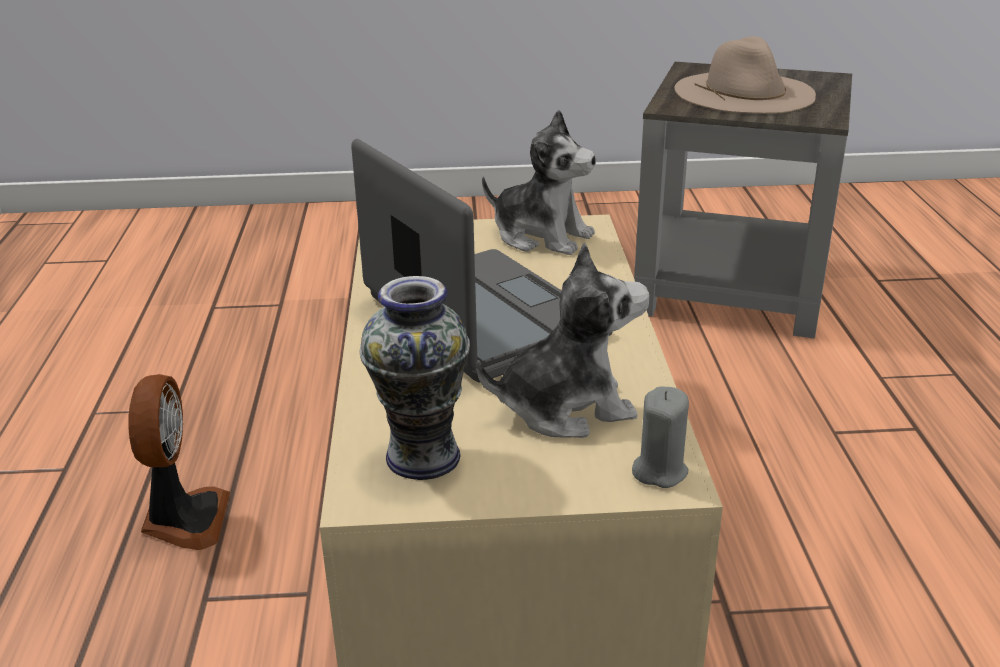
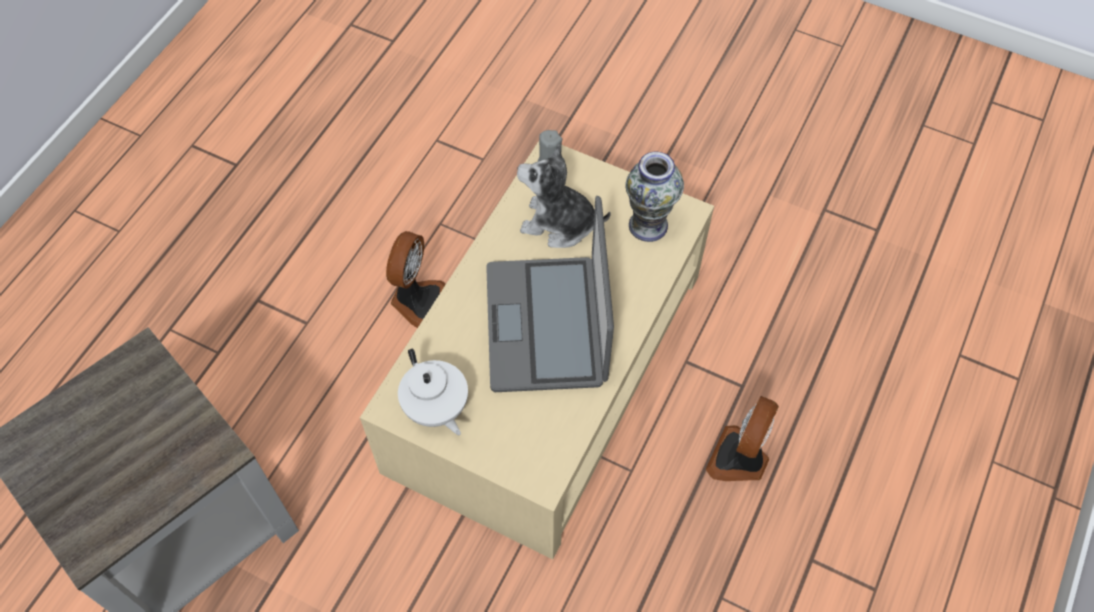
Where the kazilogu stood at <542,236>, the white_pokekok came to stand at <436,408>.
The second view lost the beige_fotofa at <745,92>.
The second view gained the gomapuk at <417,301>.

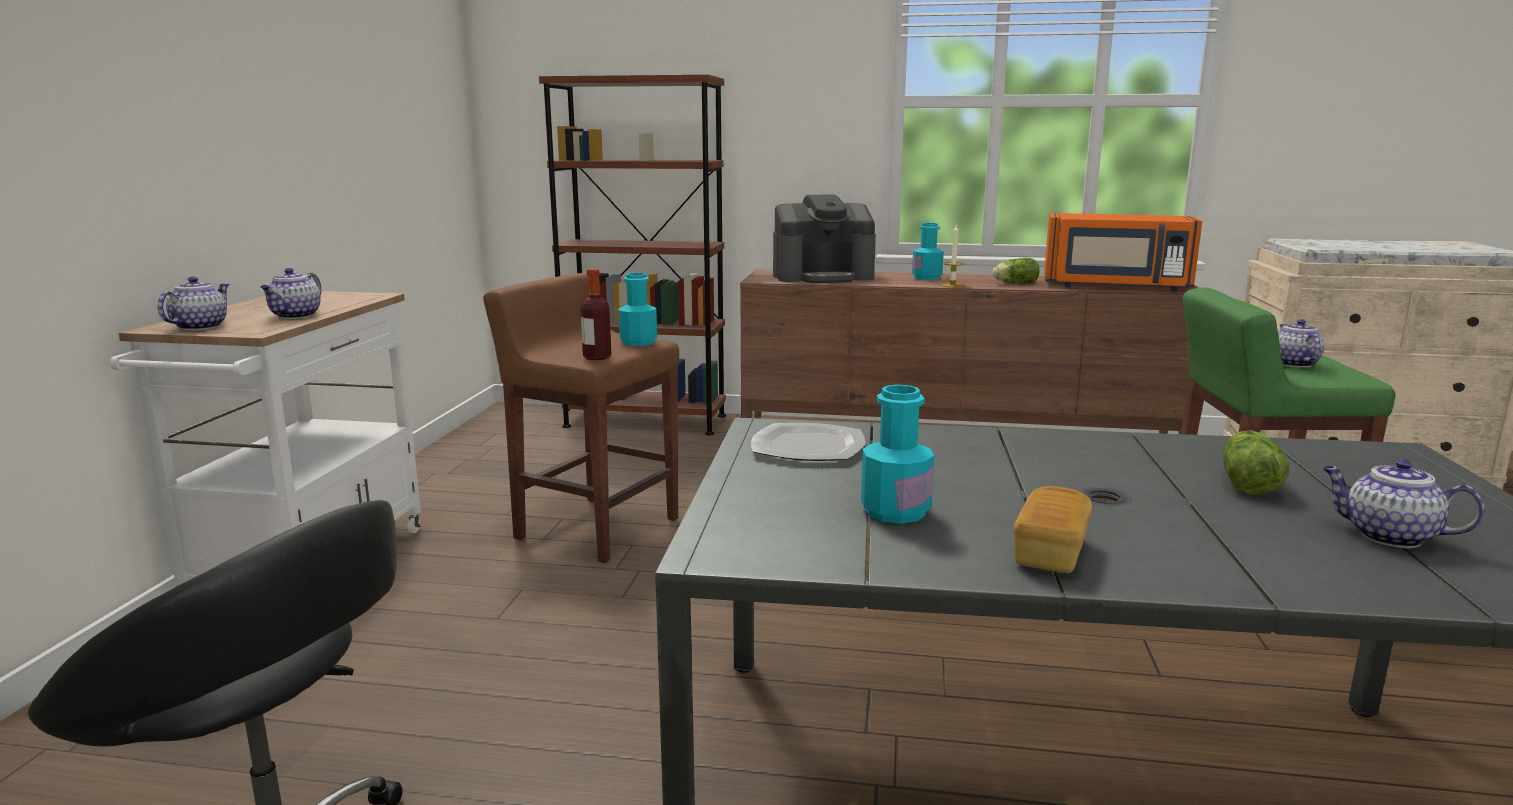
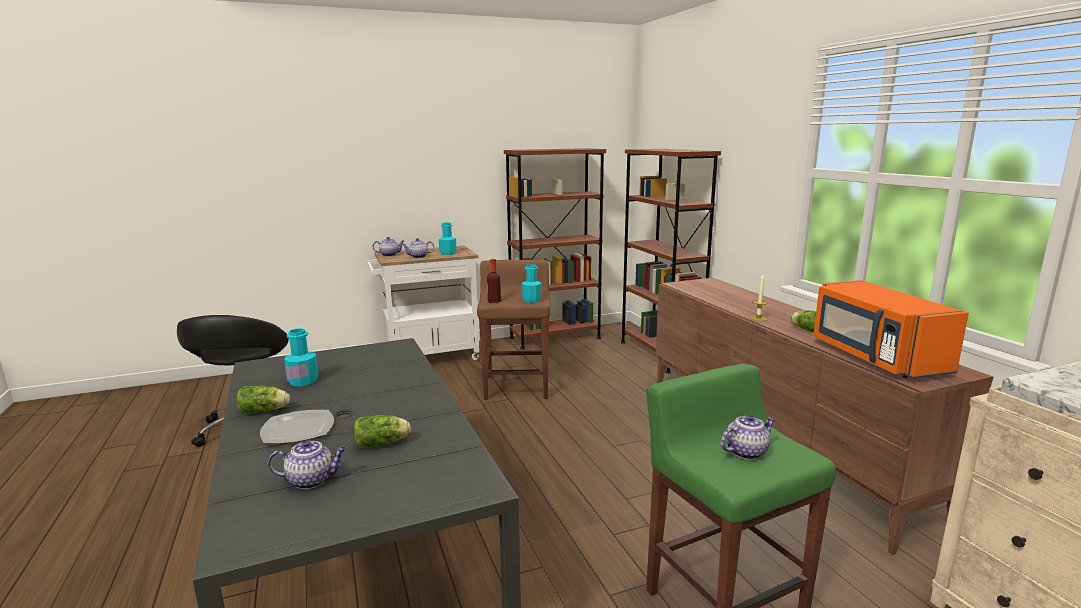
The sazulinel ended up elsewhere, having gone from <809,447> to <299,429>.
The second view lost the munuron at <823,276>.
The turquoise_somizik ended up elsewhere, having gone from <927,278> to <448,253>.
Where the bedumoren stood at <1050,553>, the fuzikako came to stand at <265,411>.
The pokekok at <1387,536> ended up facing another way, 75 degrees clockwise from before.
The second view gained the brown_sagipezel at <555,338>.

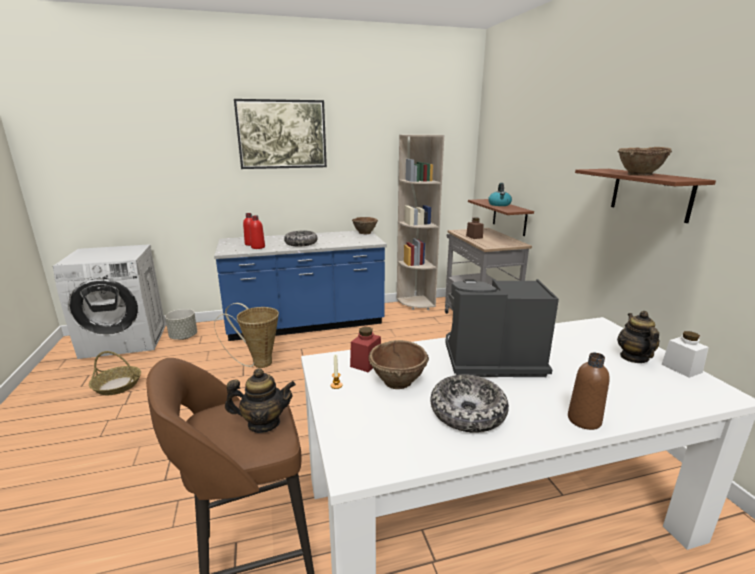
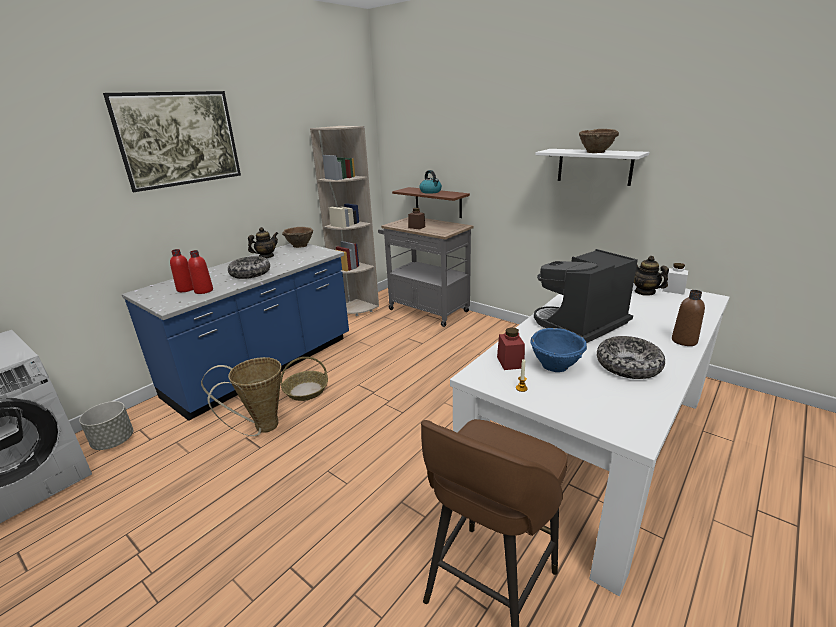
The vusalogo ended up elsewhere, having gone from <117,385> to <306,391>.
The pokekok ended up elsewhere, having gone from <263,423> to <266,257>.
What was the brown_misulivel at <398,382> turned into the blue_misulivel at <556,366>.
What was the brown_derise at <650,194> turned into the white_derise at <594,166>.

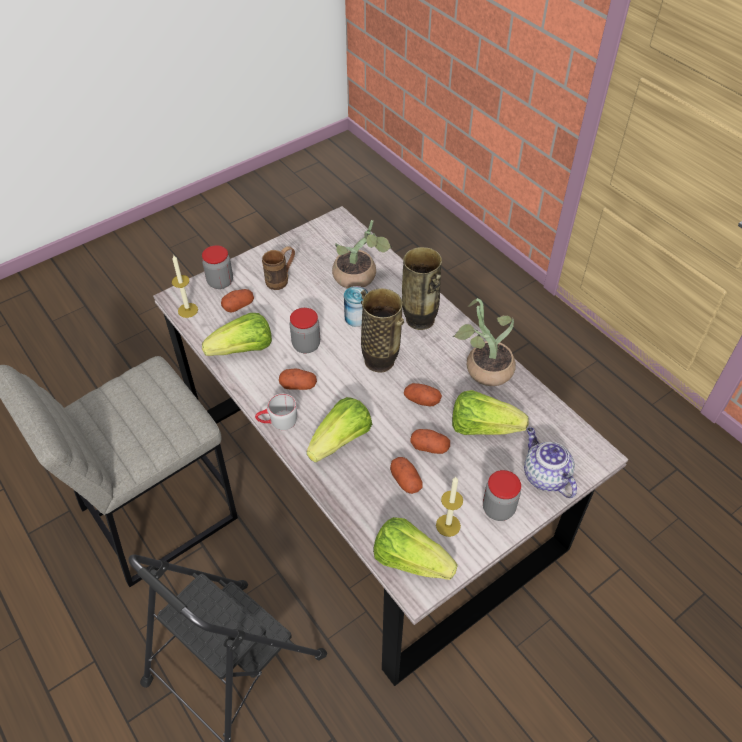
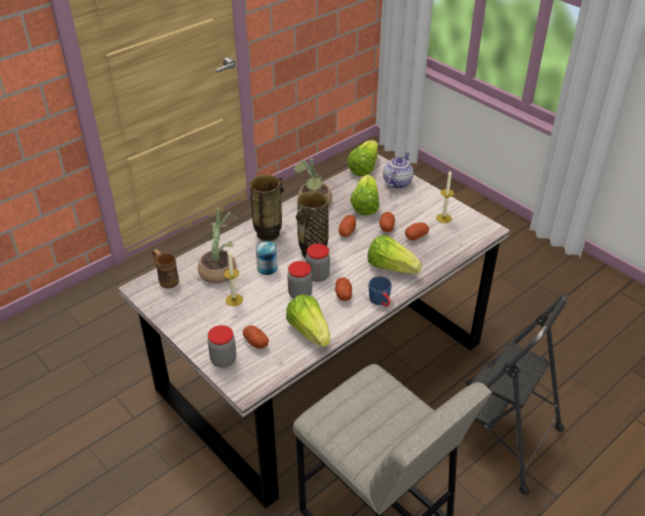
The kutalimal ended up elsewhere, having gone from <188,310> to <234,300>.
What was the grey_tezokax at <277,422> turned into the blue_tezokax at <381,301>.
The brown_tezokax ended up elsewhere, having gone from <281,280> to <166,279>.
The fuzikako ended up elsewhere, having gone from <410,560> to <364,168>.
The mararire ended up elsewhere, having gone from <498,508> to <318,276>.
The pokekok at <544,475> ended up facing another way, 150 degrees clockwise from before.

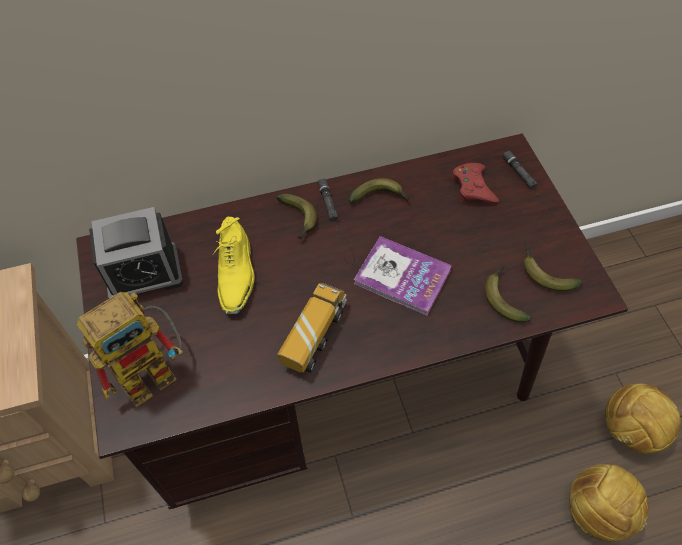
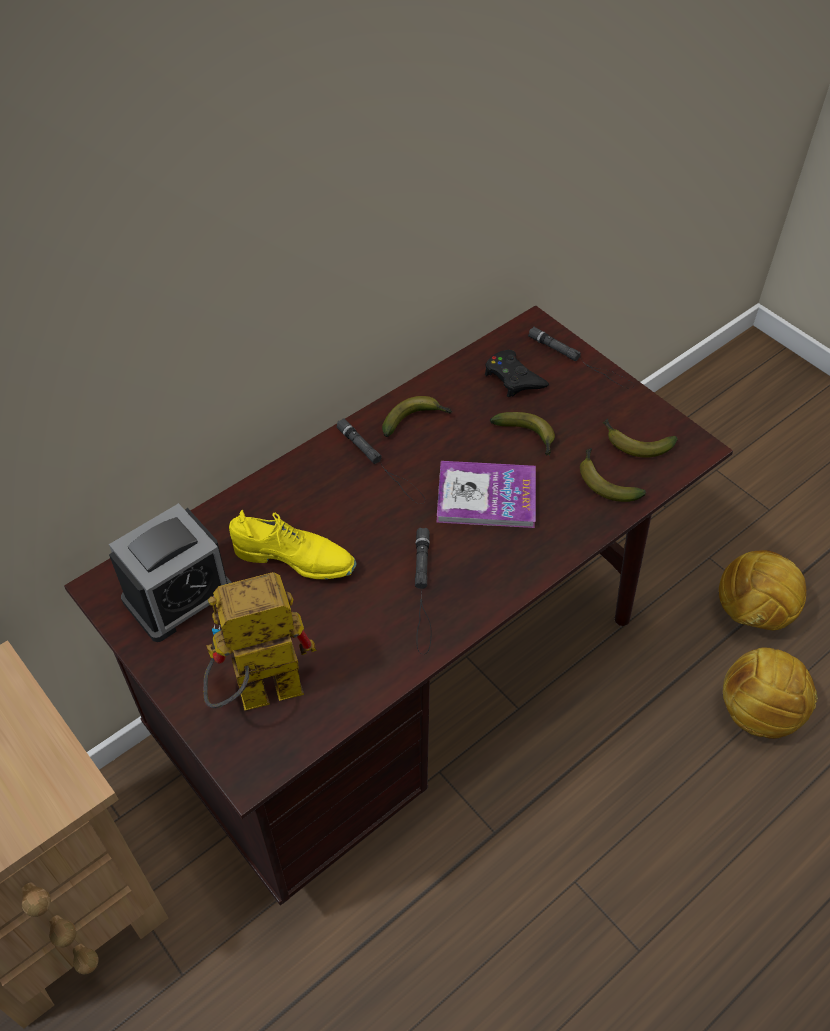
The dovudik at <155,370> ended up facing another way, 135 degrees counterclockwise from before.
The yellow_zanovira at <236,275> ended up facing another way, 45 degrees counterclockwise from before.
The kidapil ended up elsewhere, having gone from <298,219> to <527,437>.
Where the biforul stood at <314,336>, the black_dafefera came to stand at <423,592>.
What was the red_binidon at <473,187> turned into the black_binidon at <513,378>.

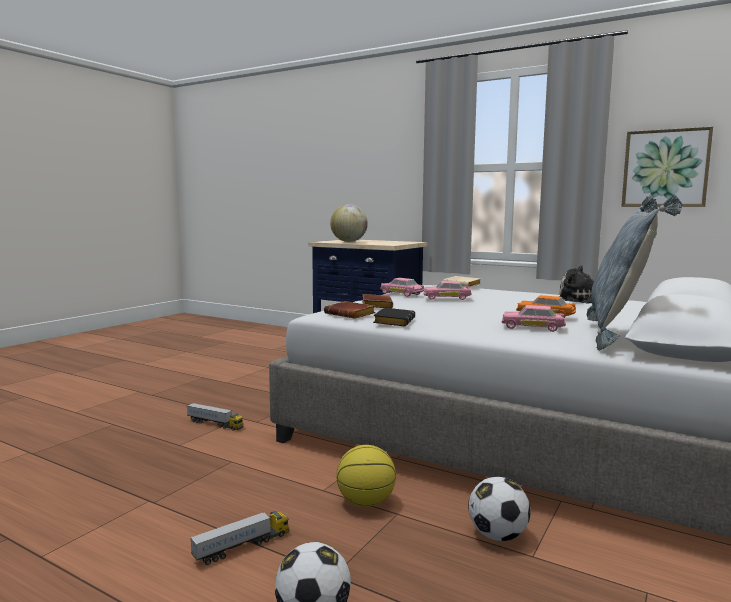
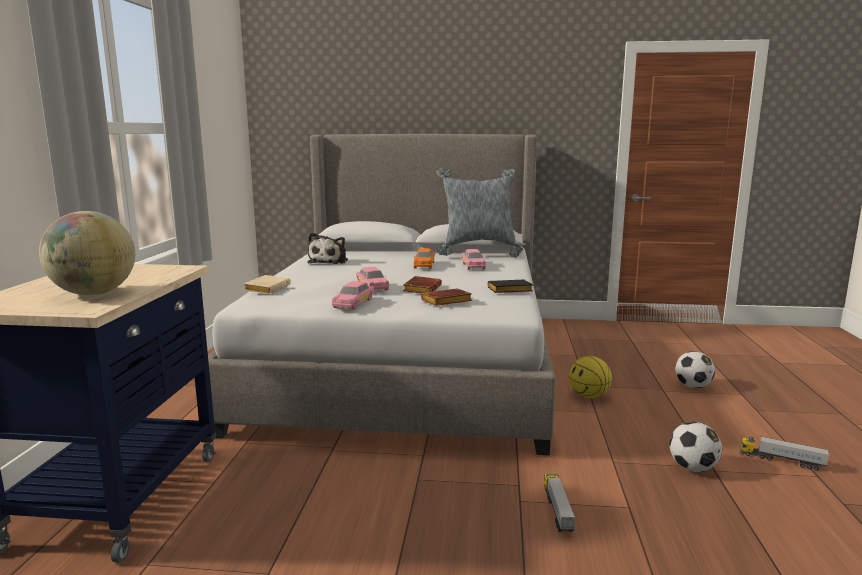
The biforul ended up elsewhere, having gone from <242,547> to <781,460>.
The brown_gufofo ended up elsewhere, having gone from <351,314> to <421,289>.
The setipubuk ended up elsewhere, having gone from <497,535> to <692,468>.
The second view lost the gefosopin at <665,168>.

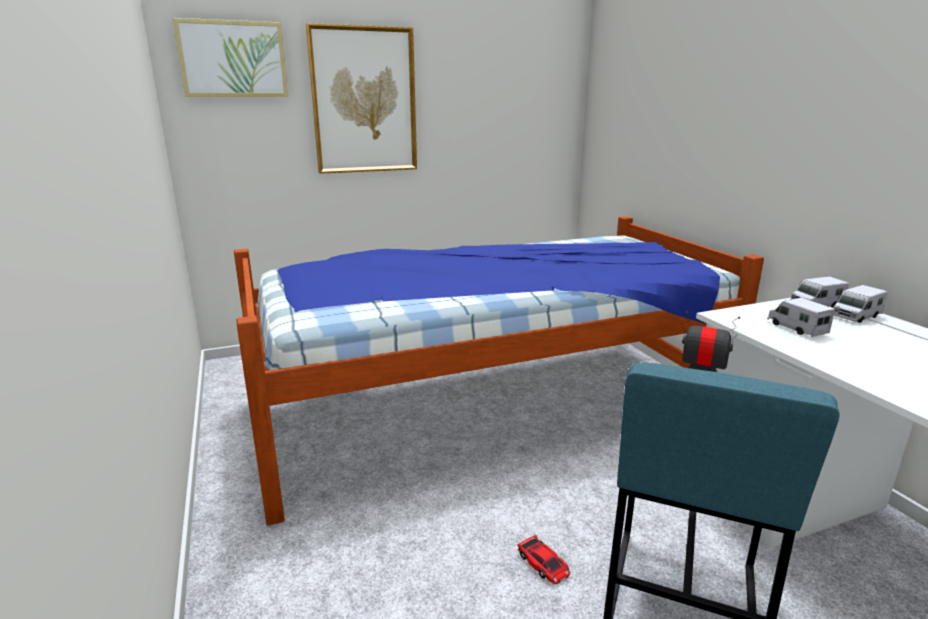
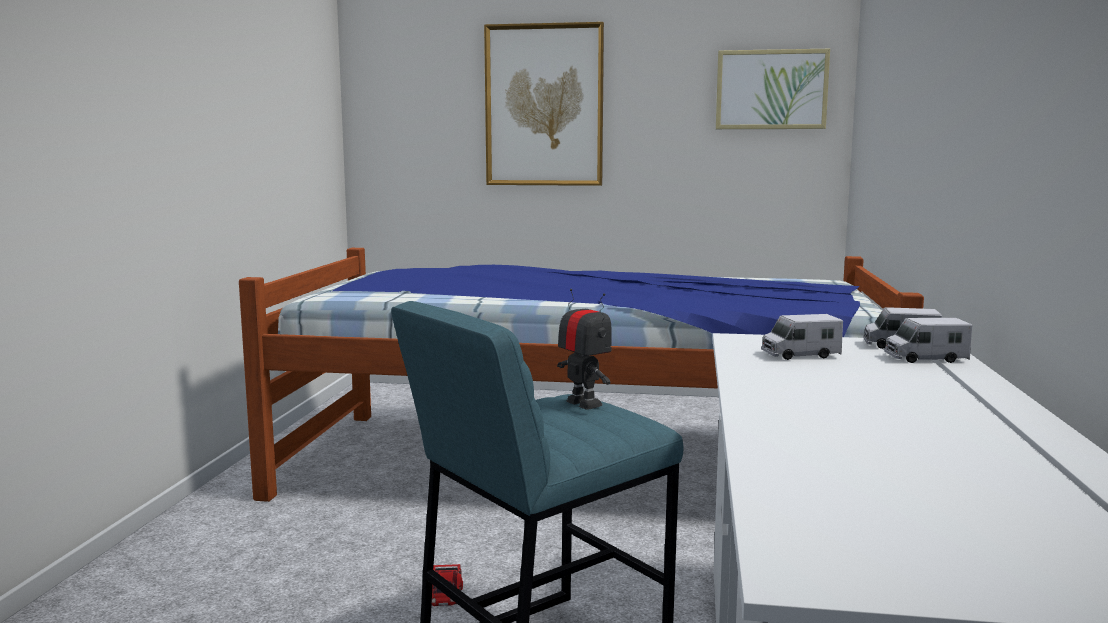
The gefosopin ended up elsewhere, having gone from <233,59> to <771,90>.
The biforul at <796,328> ended up facing another way, 105 degrees counterclockwise from before.

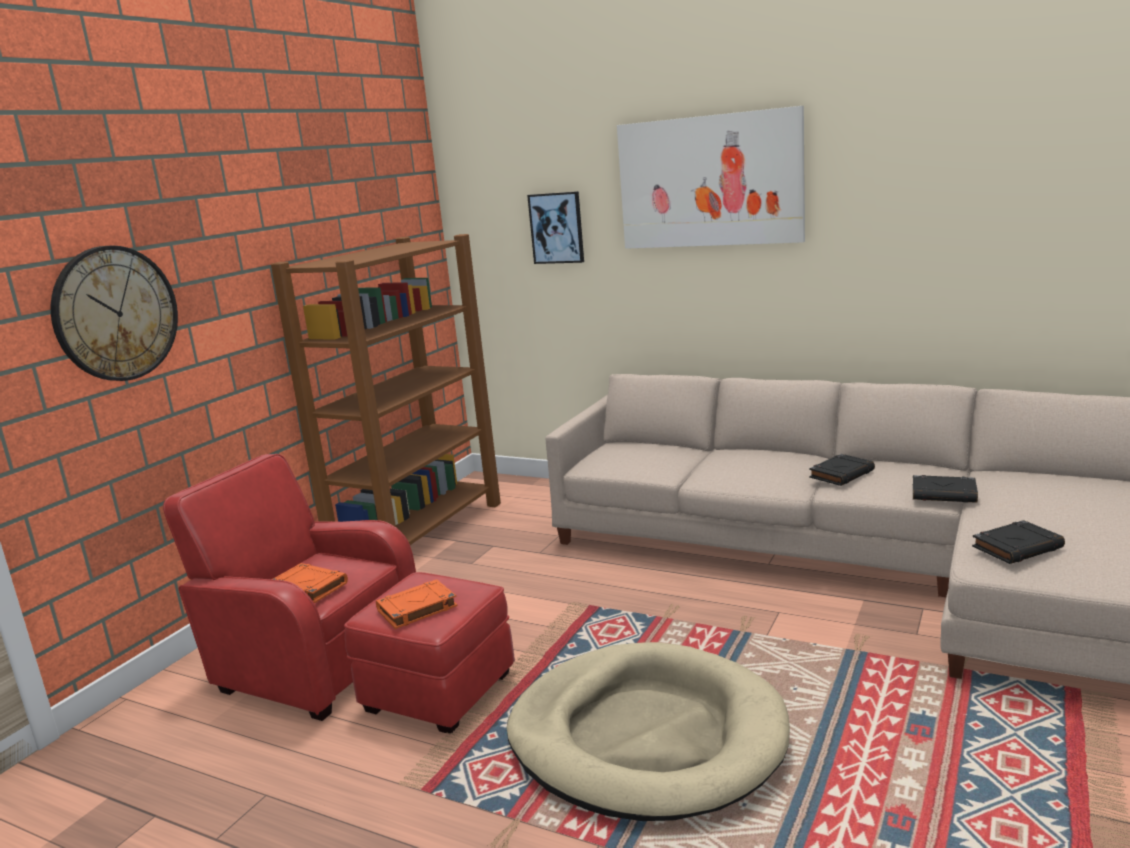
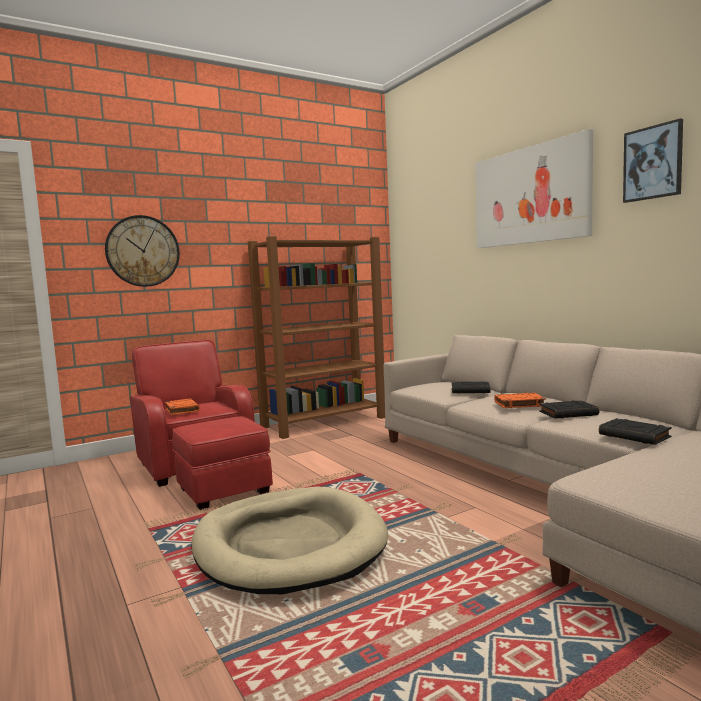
The orange_gufofo ended up elsewhere, having gone from <416,609> to <519,404>.
The gefosopin ended up elsewhere, having gone from <557,228> to <653,163>.
The black_gufofo ended up elsewhere, having gone from <1017,547> to <471,391>.

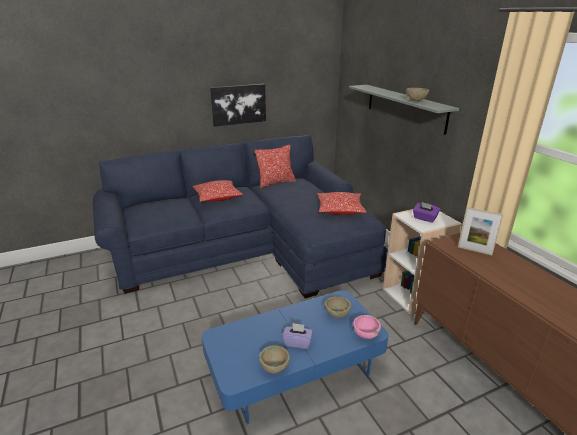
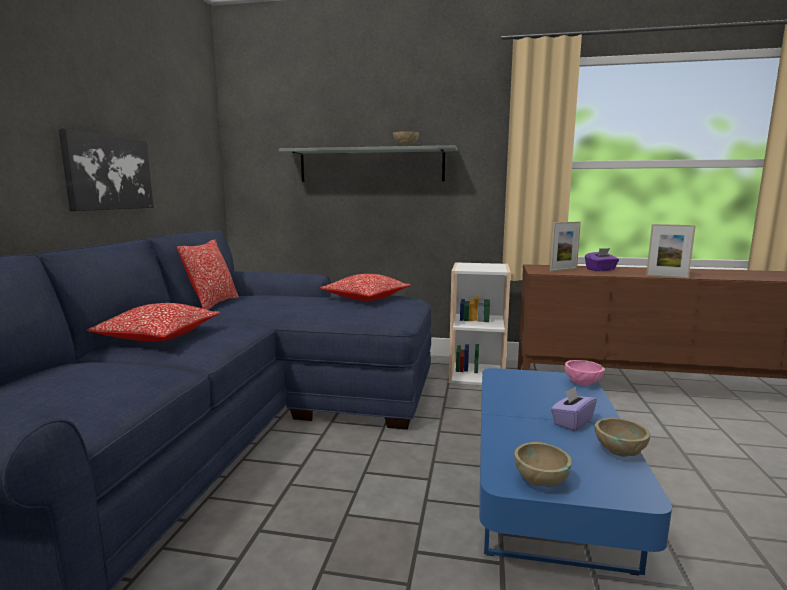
The beige_misulivel ended up elsewhere, having gone from <336,314> to <540,482>.
The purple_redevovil ended up elsewhere, having gone from <424,218> to <600,270>.
The second view gained the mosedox at <667,276>.

